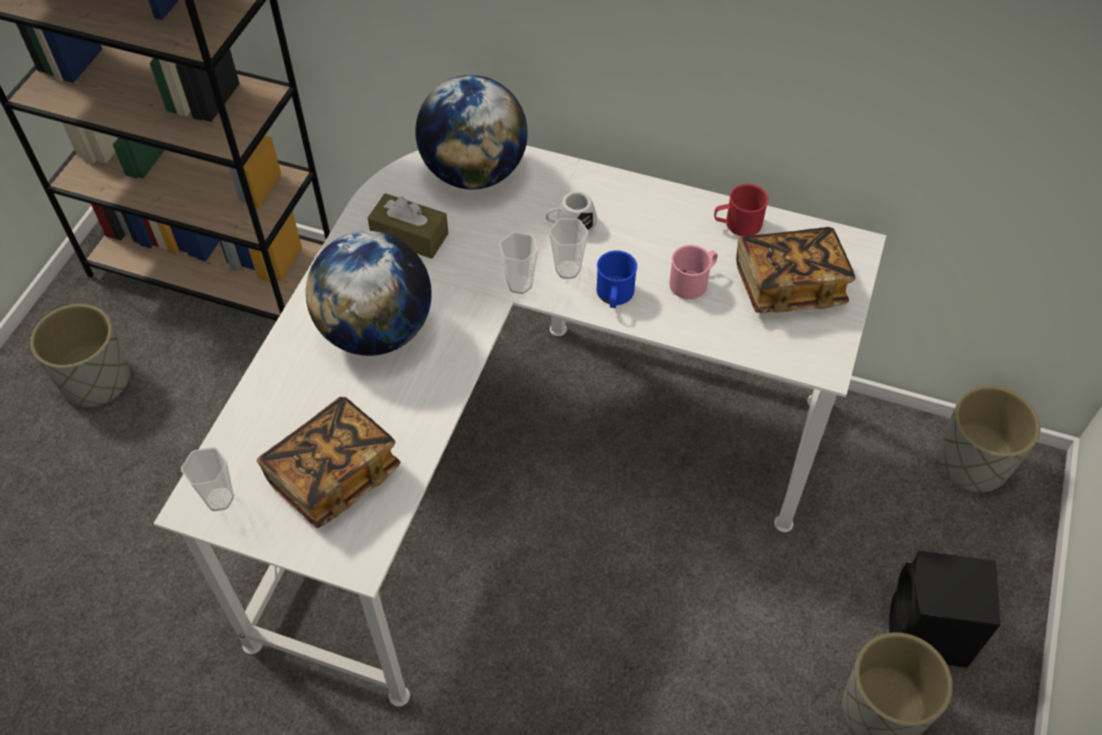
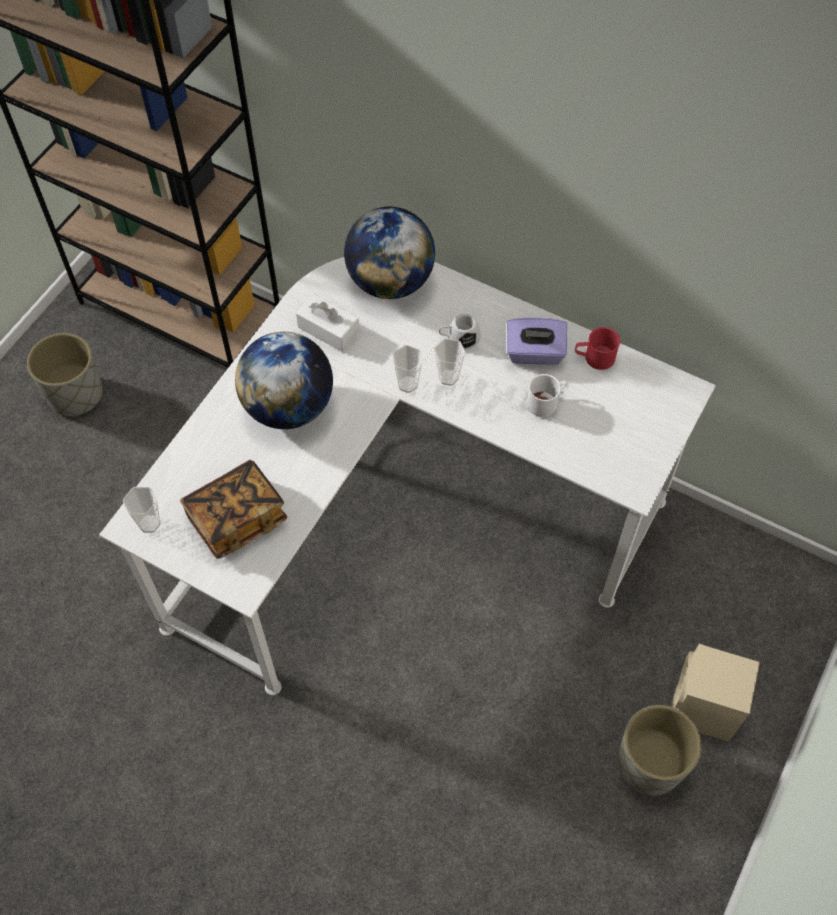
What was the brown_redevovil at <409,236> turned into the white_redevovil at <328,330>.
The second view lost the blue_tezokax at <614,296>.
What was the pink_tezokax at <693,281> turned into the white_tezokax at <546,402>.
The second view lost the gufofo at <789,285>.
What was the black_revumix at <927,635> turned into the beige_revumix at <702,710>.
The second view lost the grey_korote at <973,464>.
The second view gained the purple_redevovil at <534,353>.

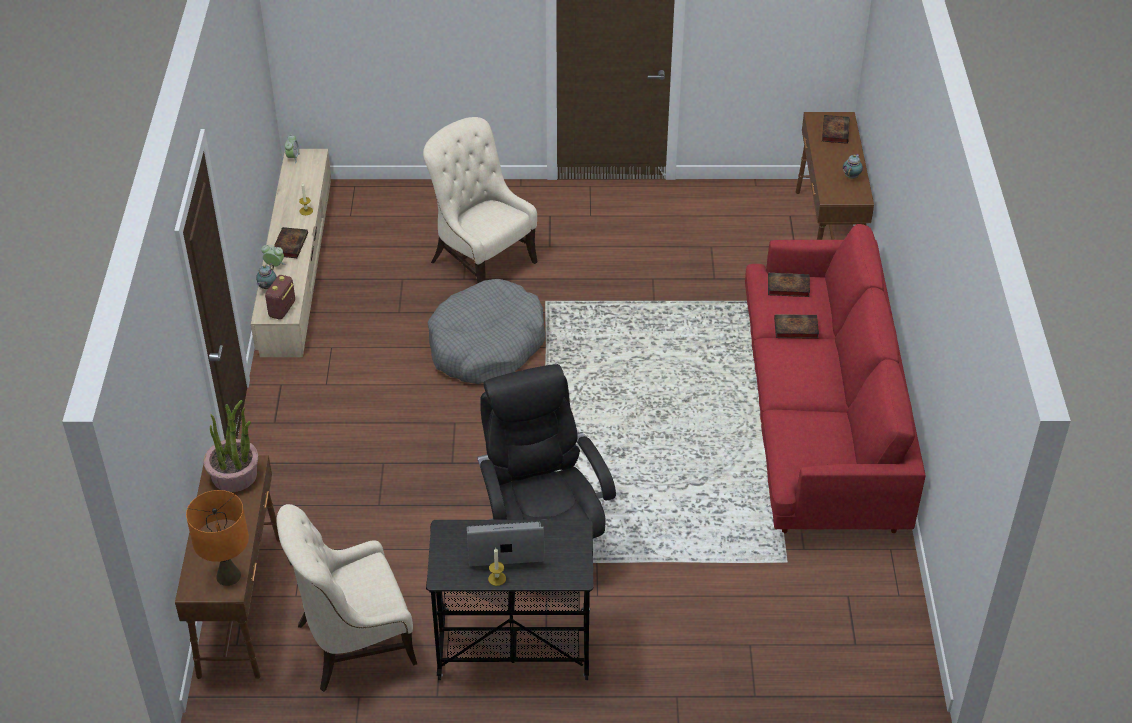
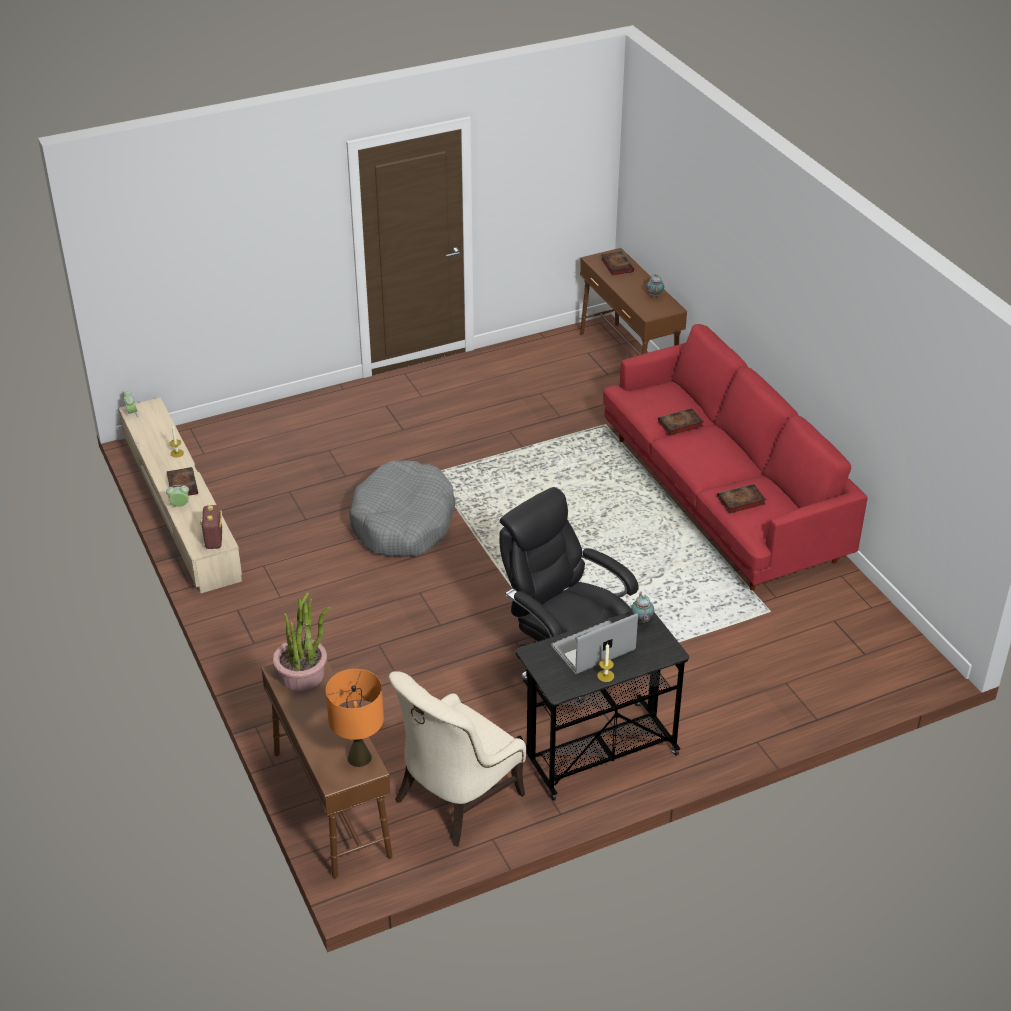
The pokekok ended up elsewhere, having gone from <267,287> to <641,620>.
The second view lost the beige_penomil at <481,262>.
The gufofo ended up elsewhere, having gone from <787,287> to <740,501>.

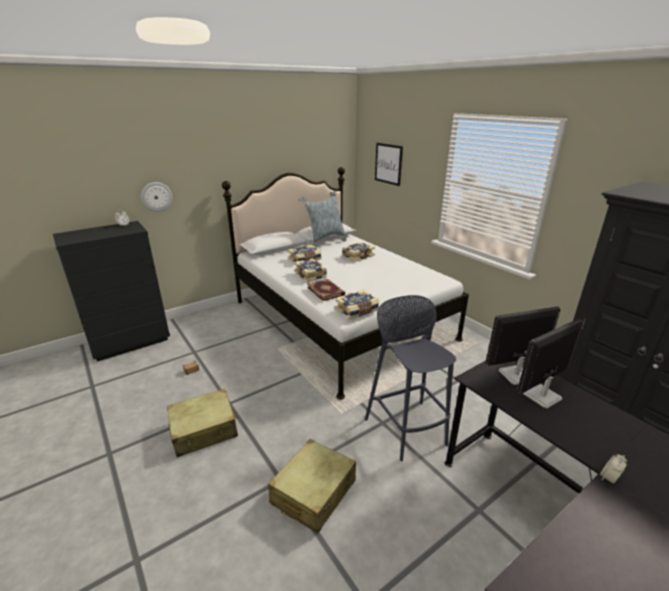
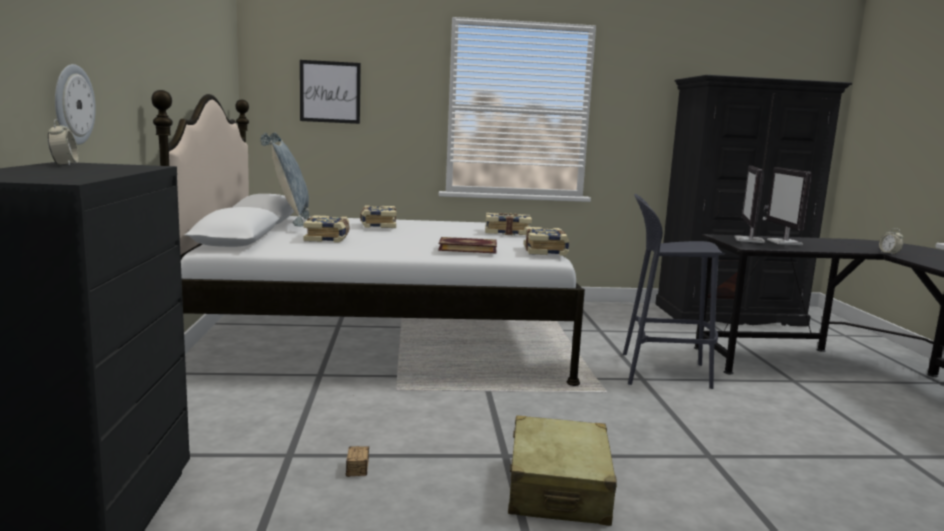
The second view lost the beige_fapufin at <313,492>.
The gufofo ended up elsewhere, having gone from <311,275> to <507,232>.

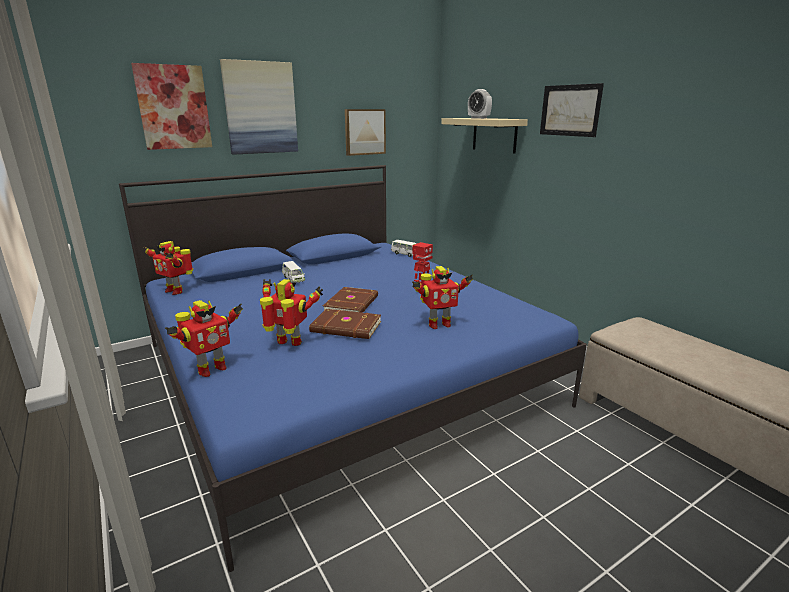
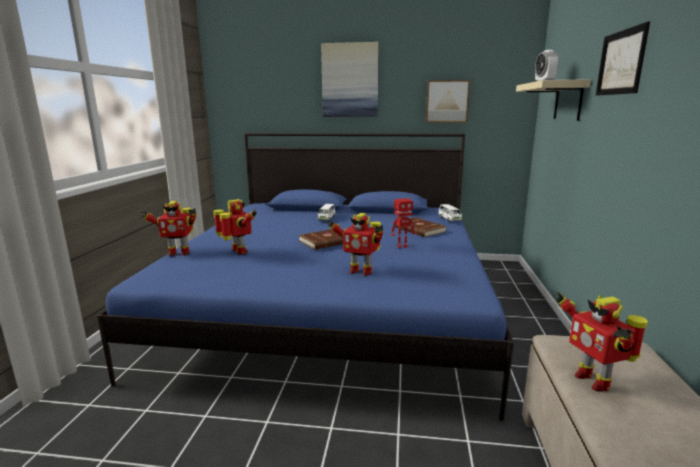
The second view lost the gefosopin at <173,107>.
The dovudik ended up elsewhere, having gone from <175,291> to <593,379>.
The brown_gufofo ended up elsewhere, having gone from <346,327> to <418,229>.

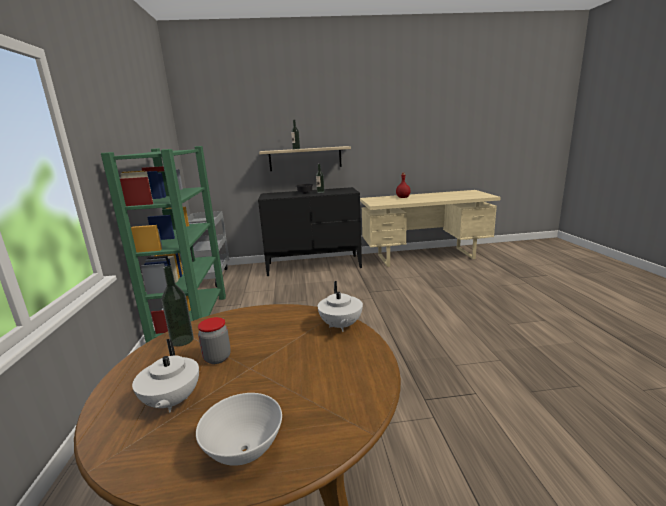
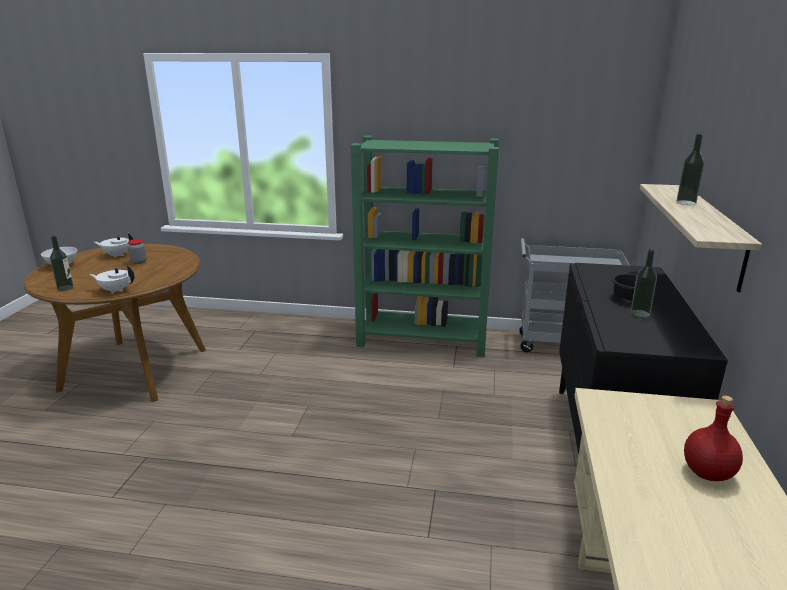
The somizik ended up elsewhere, having gone from <182,340> to <65,288>.

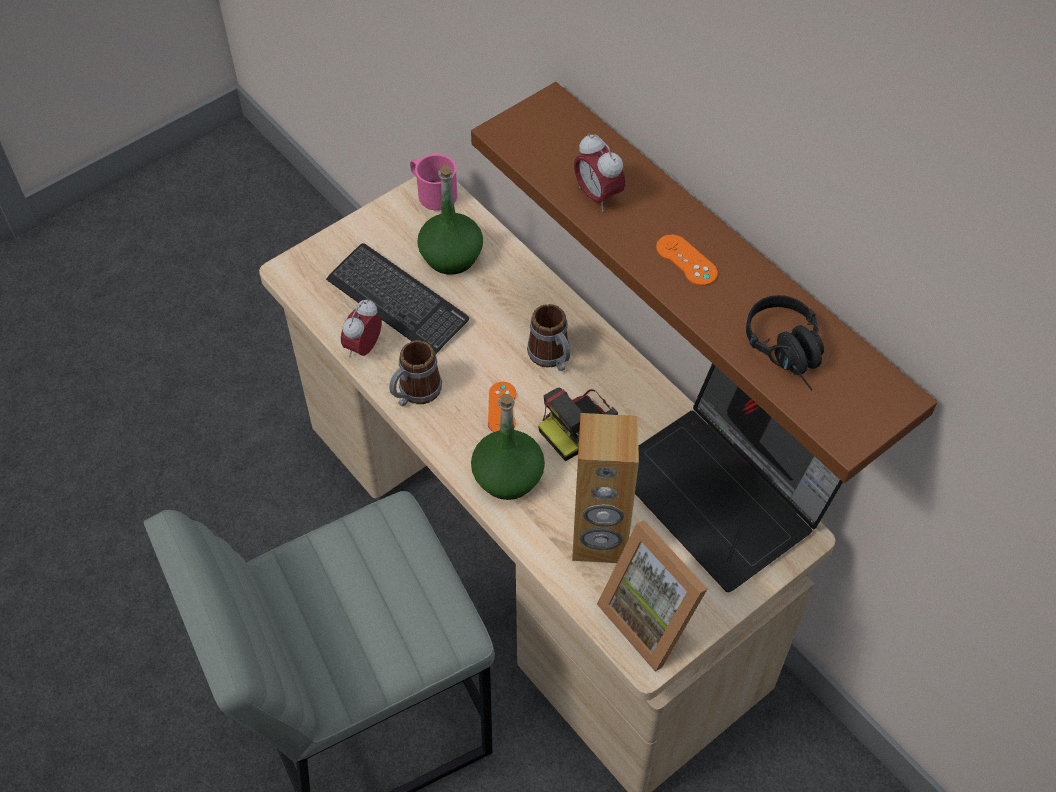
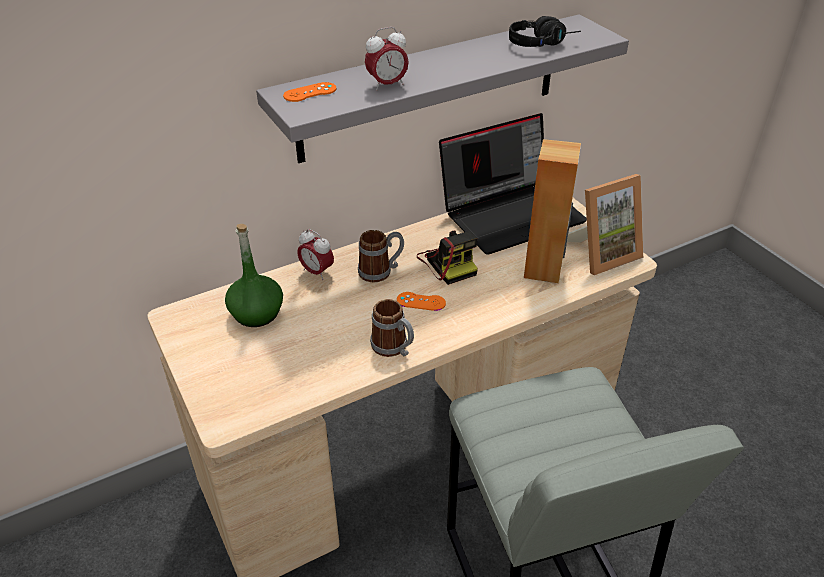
The second view lost the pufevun at <397,301>.
The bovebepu ended up elsewhere, having gone from <364,347> to <317,272>.
The second view lost the pink_tezokax at <433,193>.
What was the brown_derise at <723,267> turned into the grey_derise at <431,88>.
The second view lost the green_somizik at <508,476>.
The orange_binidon ended up elsewhere, having gone from <686,260> to <310,92>.

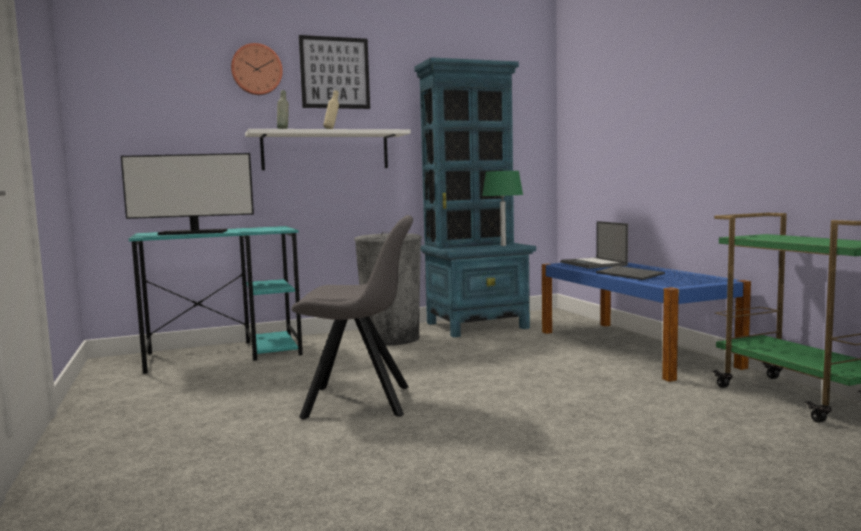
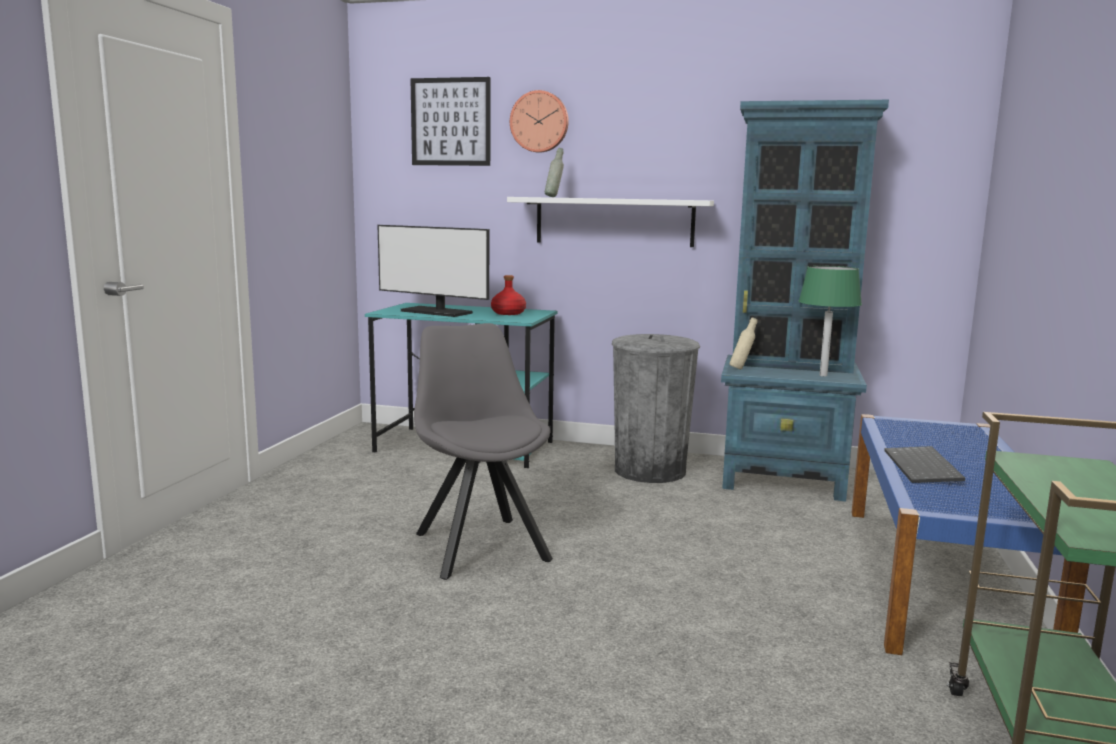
The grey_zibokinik at <358,402> ended up facing another way, 150 degrees counterclockwise from before.
The gefosopin ended up elsewhere, having gone from <335,73> to <450,122>.
The beige_somizik ended up elsewhere, having gone from <332,129> to <741,369>.
The second view lost the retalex at <594,264>.
The second view gained the red_somizik at <508,313>.

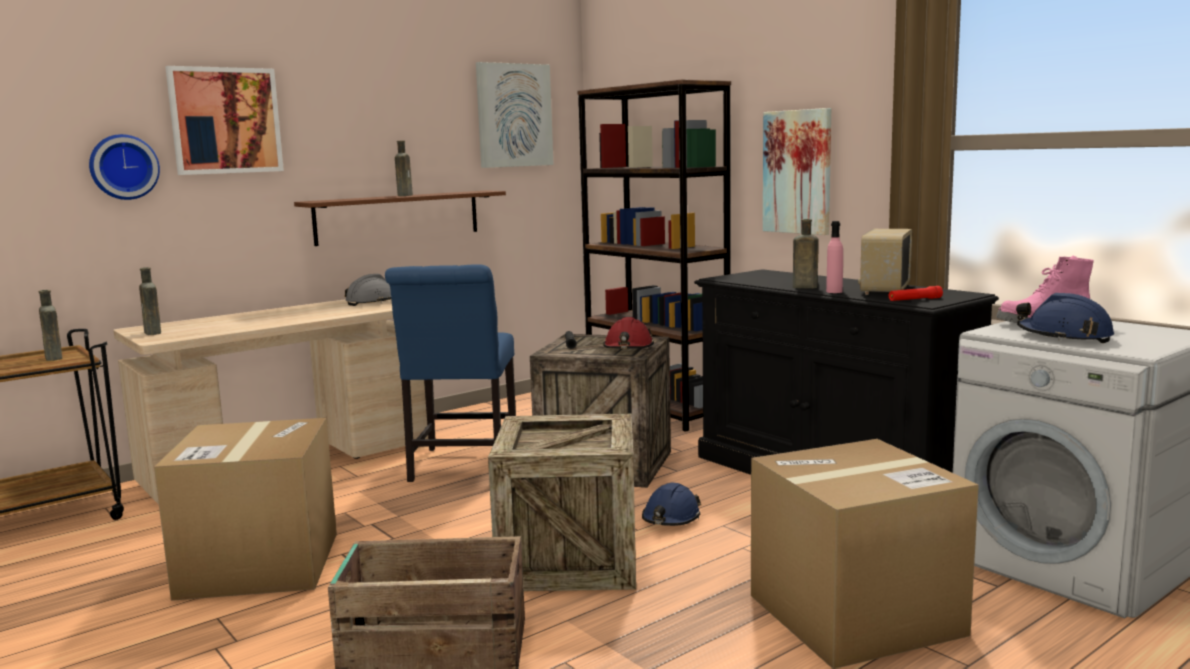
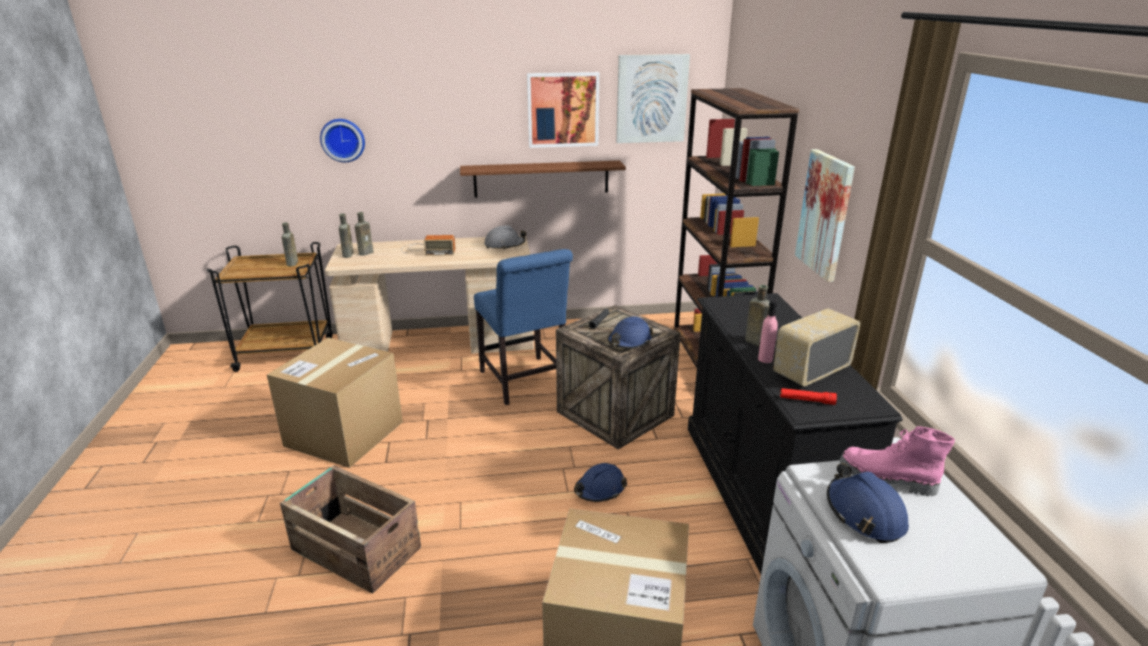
The gefosopin ended up elsewhere, having gone from <225,120> to <563,110>.
The blue_zibokinik at <461,468> ended up facing another way, 60 degrees counterclockwise from before.
The brown_somizik ended up elsewhere, having gone from <405,195> to <367,252>.
The second view lost the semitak at <569,559>.
What was the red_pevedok at <628,348> turned into the blue_pevedok at <629,341>.
The second view gained the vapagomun at <427,250>.

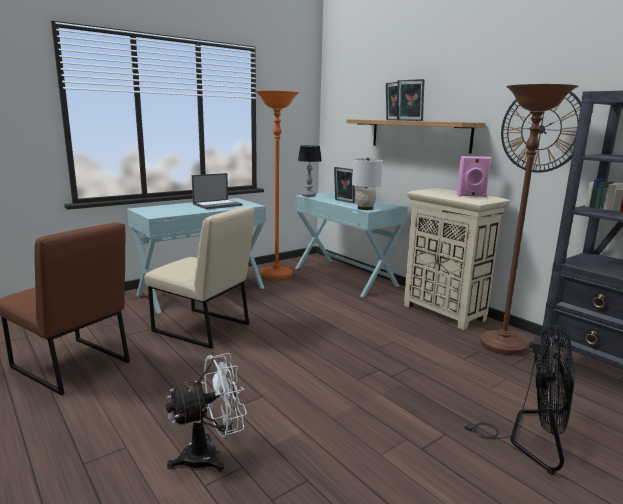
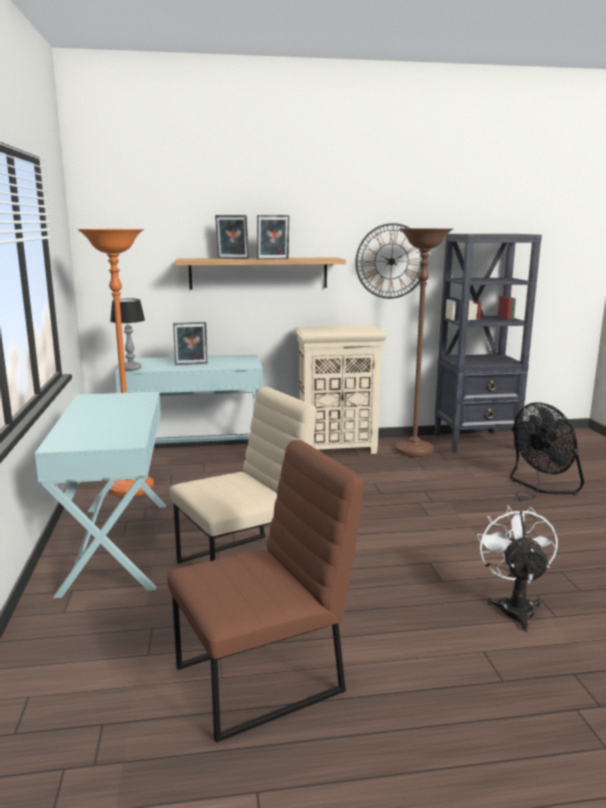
The second view lost the retalex at <218,205>.
The second view lost the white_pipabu at <364,208>.
The second view lost the pink_revumix at <471,196>.

